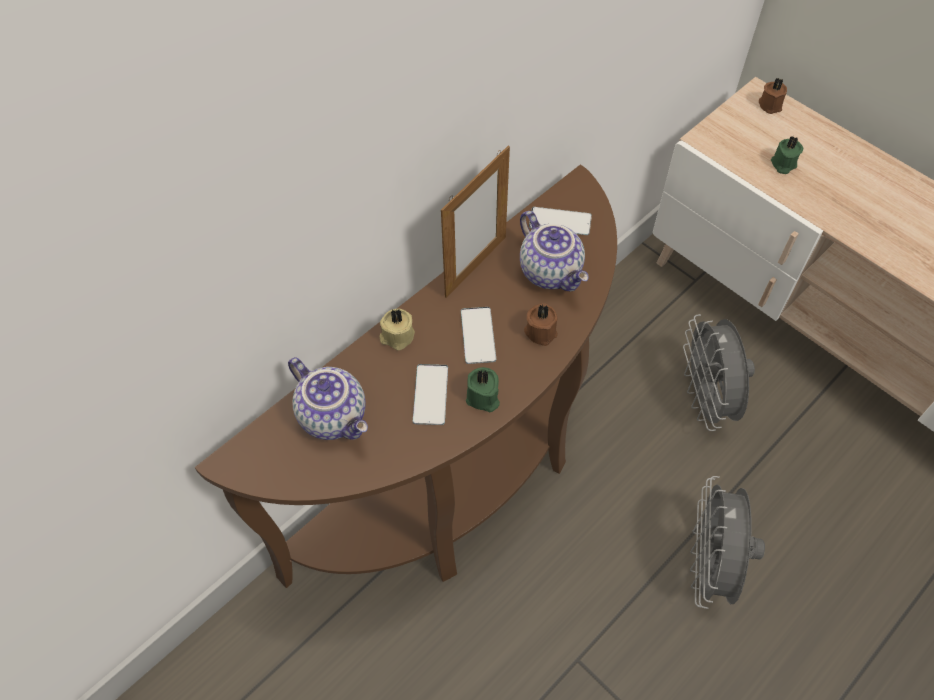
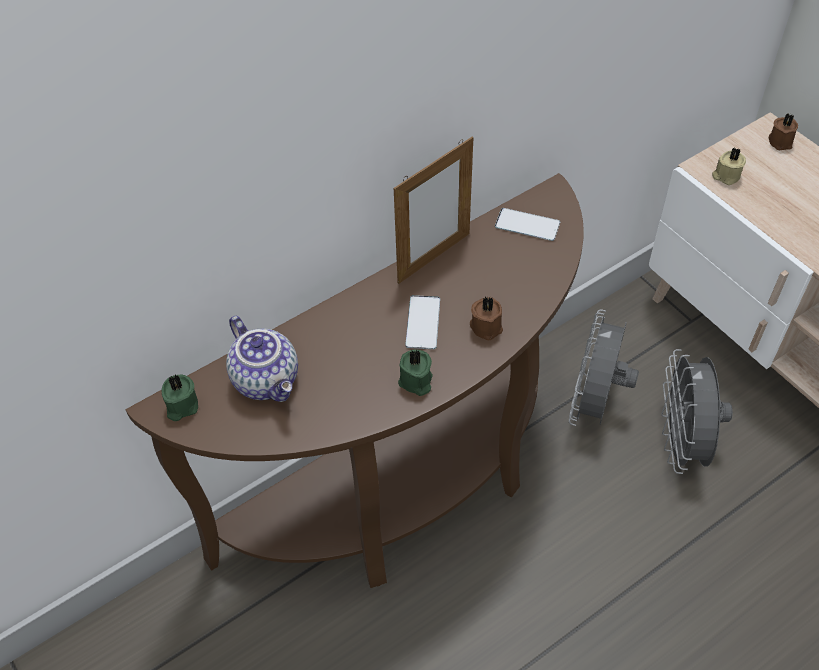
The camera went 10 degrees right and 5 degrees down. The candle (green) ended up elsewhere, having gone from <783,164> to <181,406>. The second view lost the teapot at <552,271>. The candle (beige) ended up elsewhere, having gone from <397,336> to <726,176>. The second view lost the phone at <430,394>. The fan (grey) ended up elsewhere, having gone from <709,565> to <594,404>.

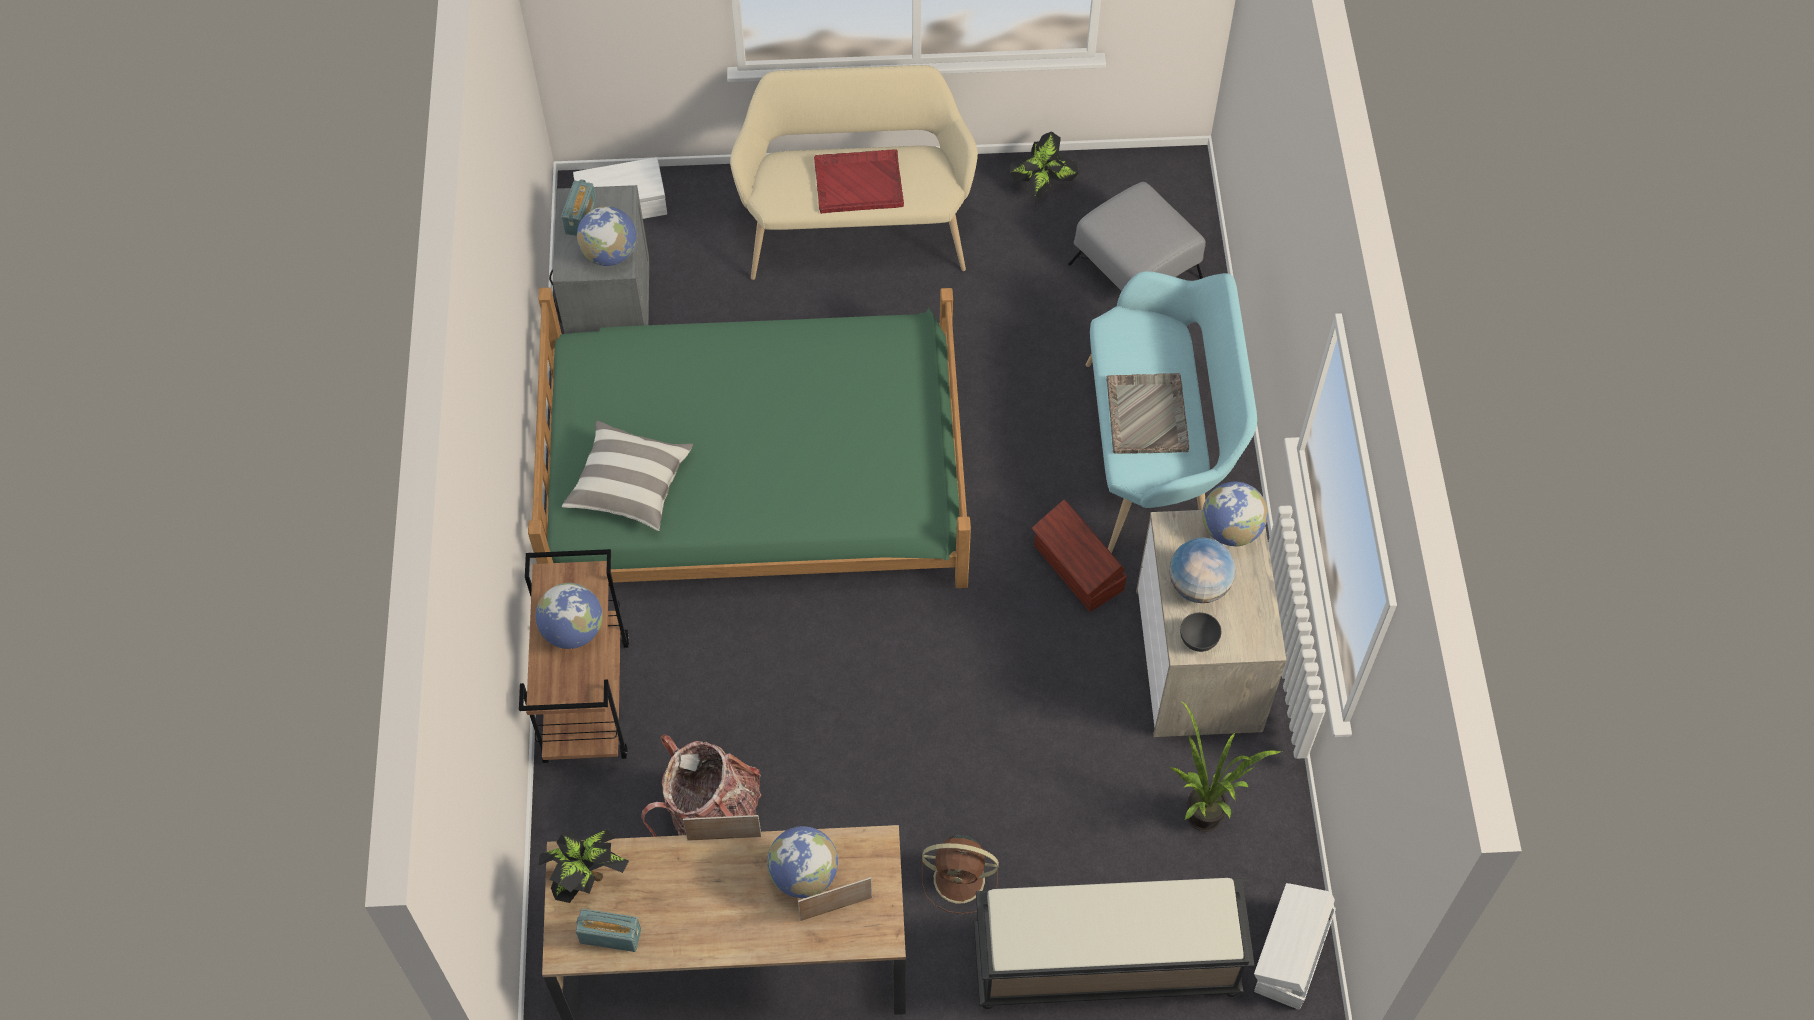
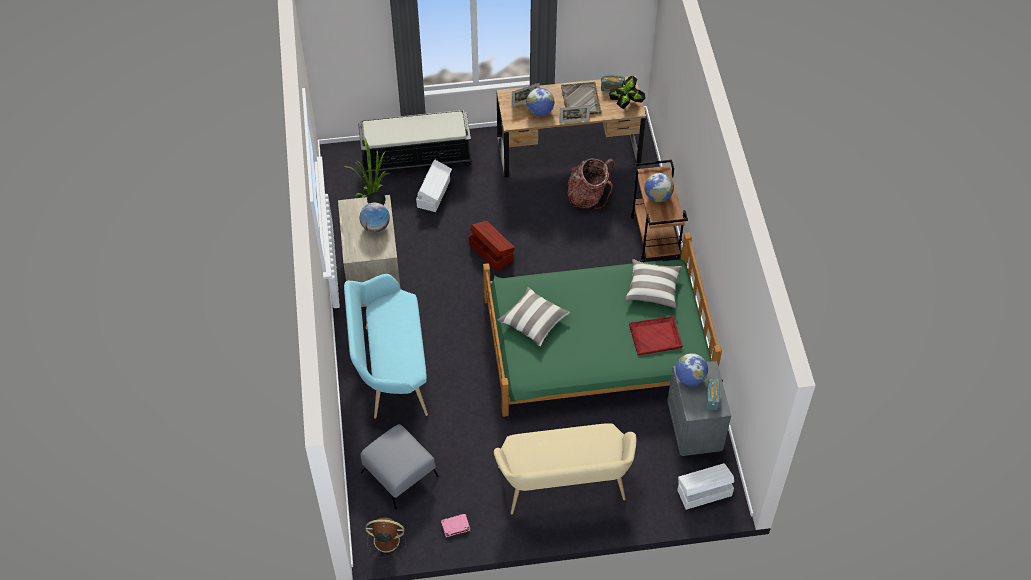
The camera went 175 degrees right and 5 degrees down. Where the potted plant stood at <1042,187>, the book (pink) came to stand at <455,526>. The tray (red) ended up elsewhere, having gone from <857,183> to <656,336>. The tray (grey) ended up elsewhere, having gone from <1147,414> to <581,100>. The second view lost the globe at <1230,530>. The storage box (brown) ended up elsewhere, having gone from <1078,569> to <491,252>. The fan (brown) ended up elsewhere, having gone from <961,879> to <385,540>. The storage box (white) ended up elsewhere, having gone from <1290,955> to <434,194>. The second view gained the pillow at <533,321>.

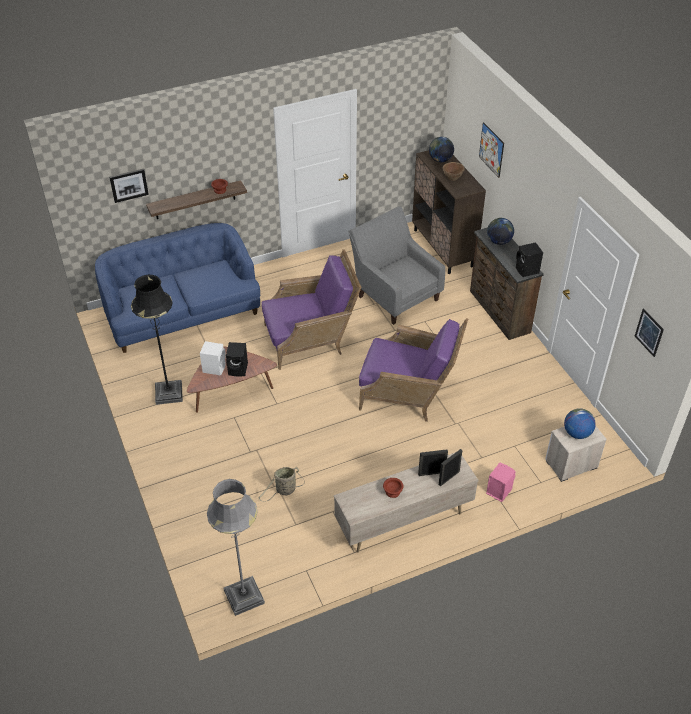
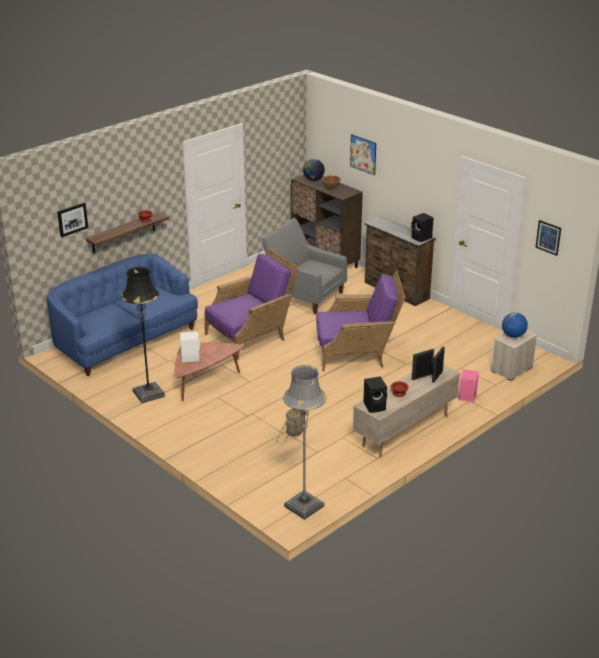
The camera went 20 degrees left and 15 degrees down. The second view lost the globe at <499,241>. The speaker (black) ended up elsewhere, having gone from <238,369> to <375,406>.

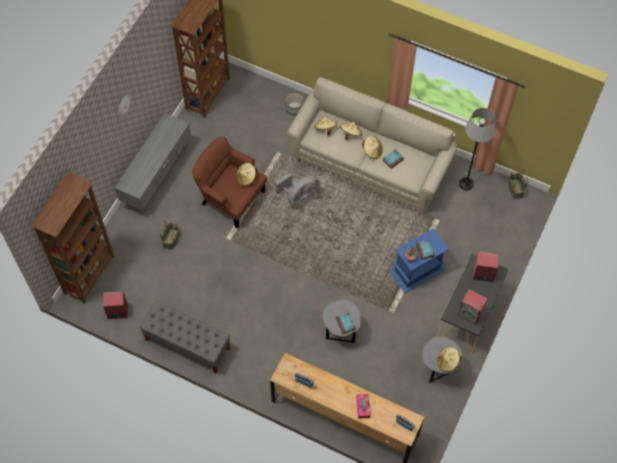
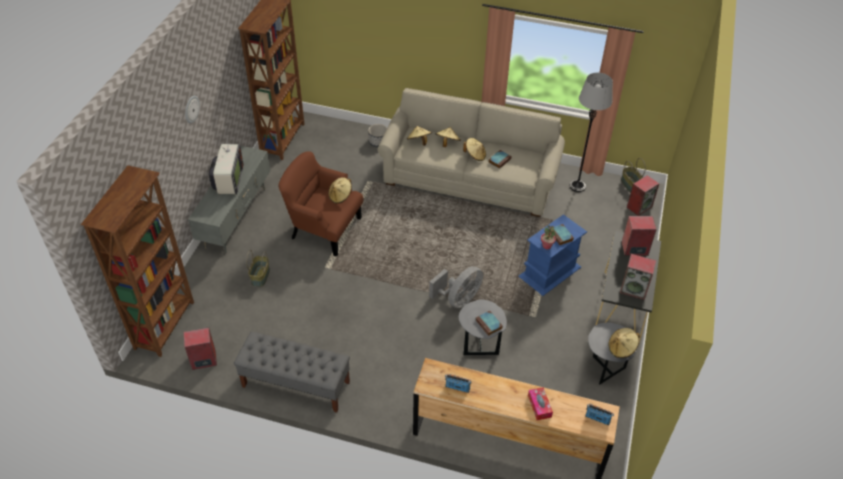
The camera went 10 degrees left and 15 degrees down. The fan (grey) ended up elsewhere, having gone from <299,197> to <458,299>. The second view gained the television at <228,181>. The second view gained the speaker at <639,207>.

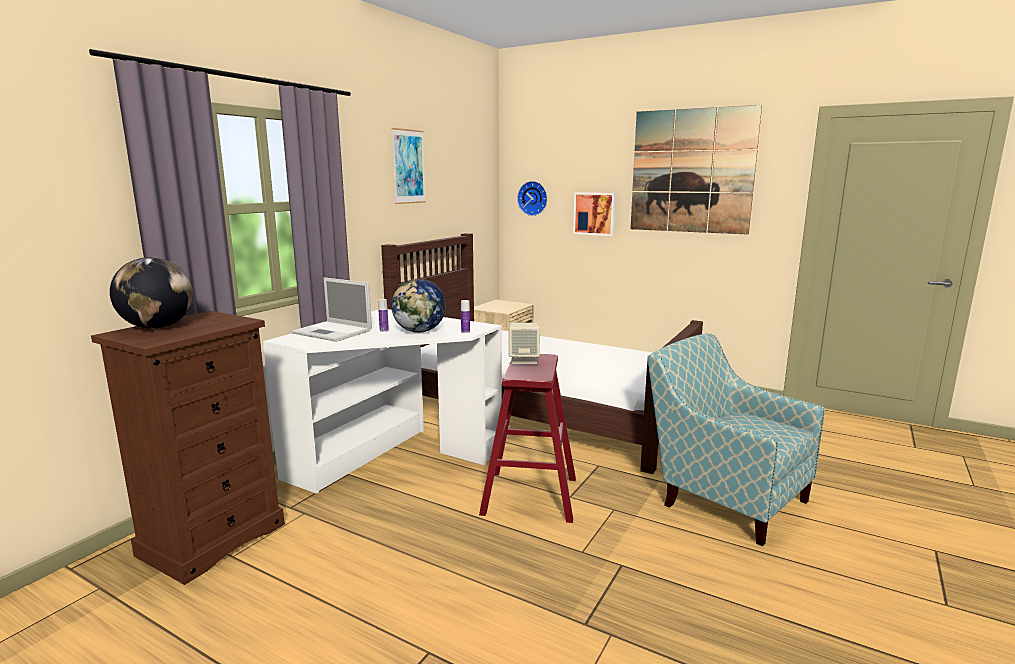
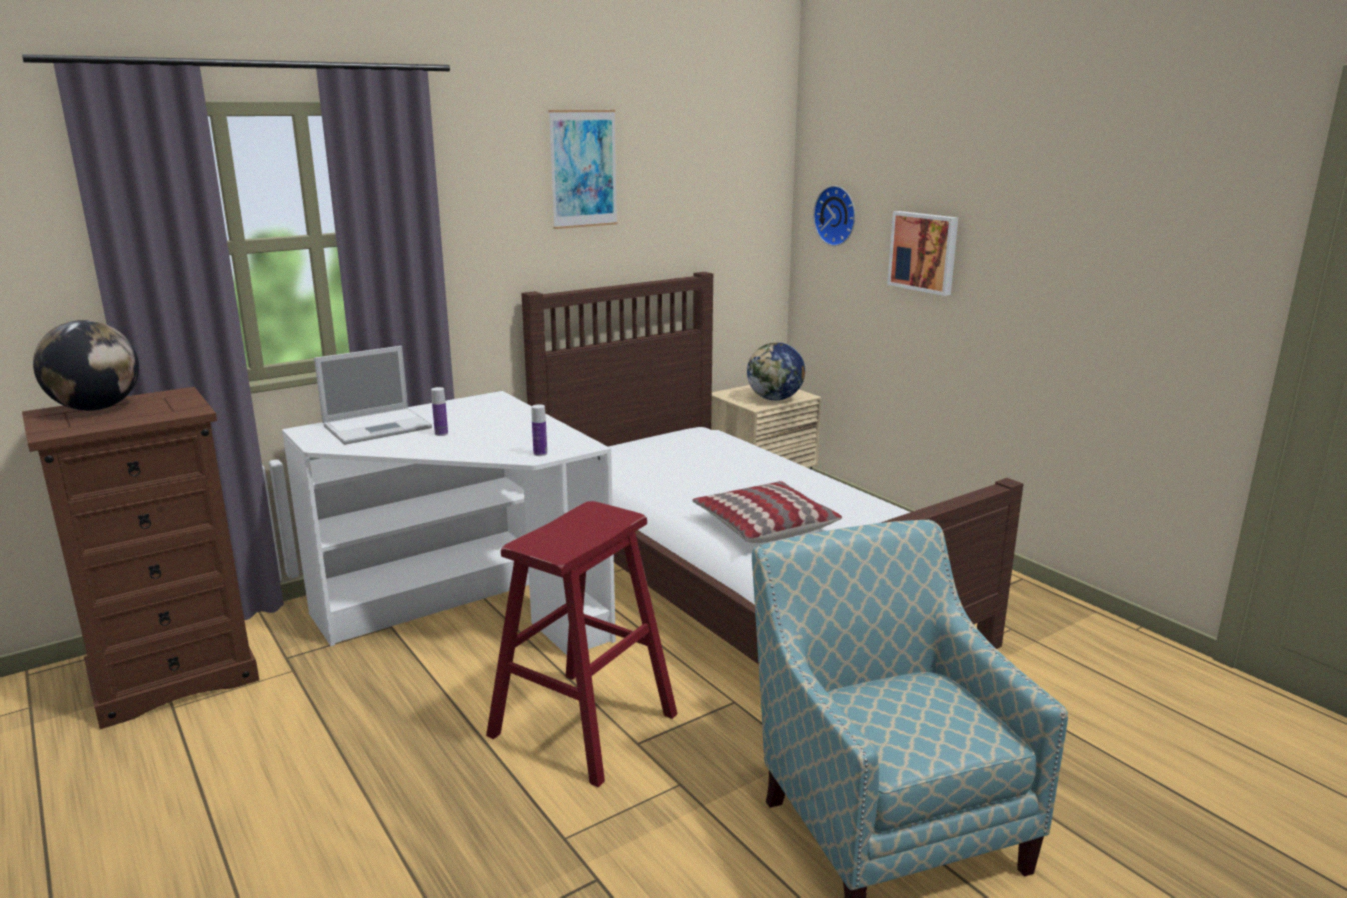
The camera went 25 degrees right and 5 degrees up. The second view lost the picture at <691,171>. The laptop at <333,332> ended up facing another way, 90 degrees counterclockwise from before. The globe ended up elsewhere, having gone from <420,331> to <775,399>. The second view lost the speaker (beige) at <524,360>. The second view gained the pillow at <764,526>.

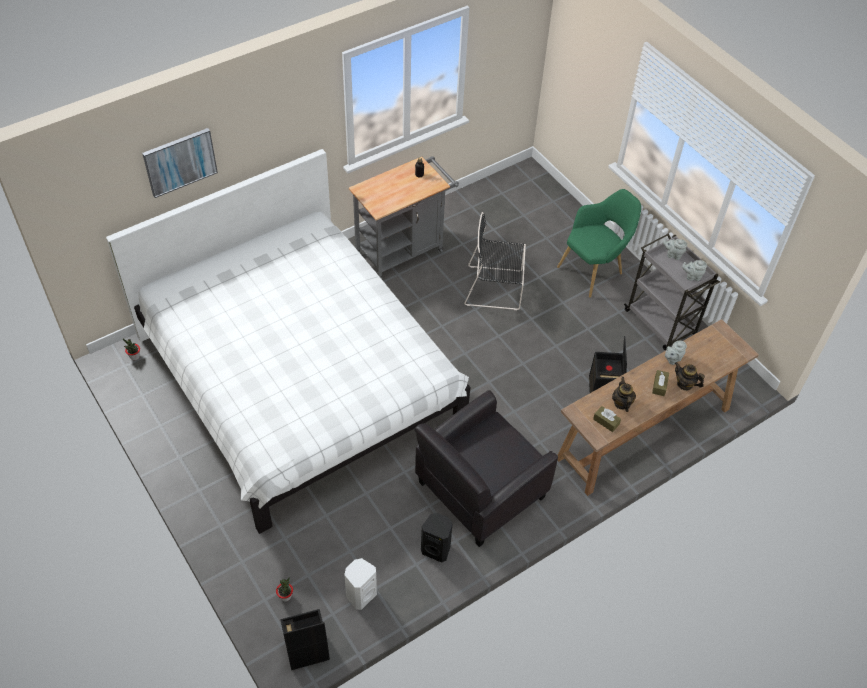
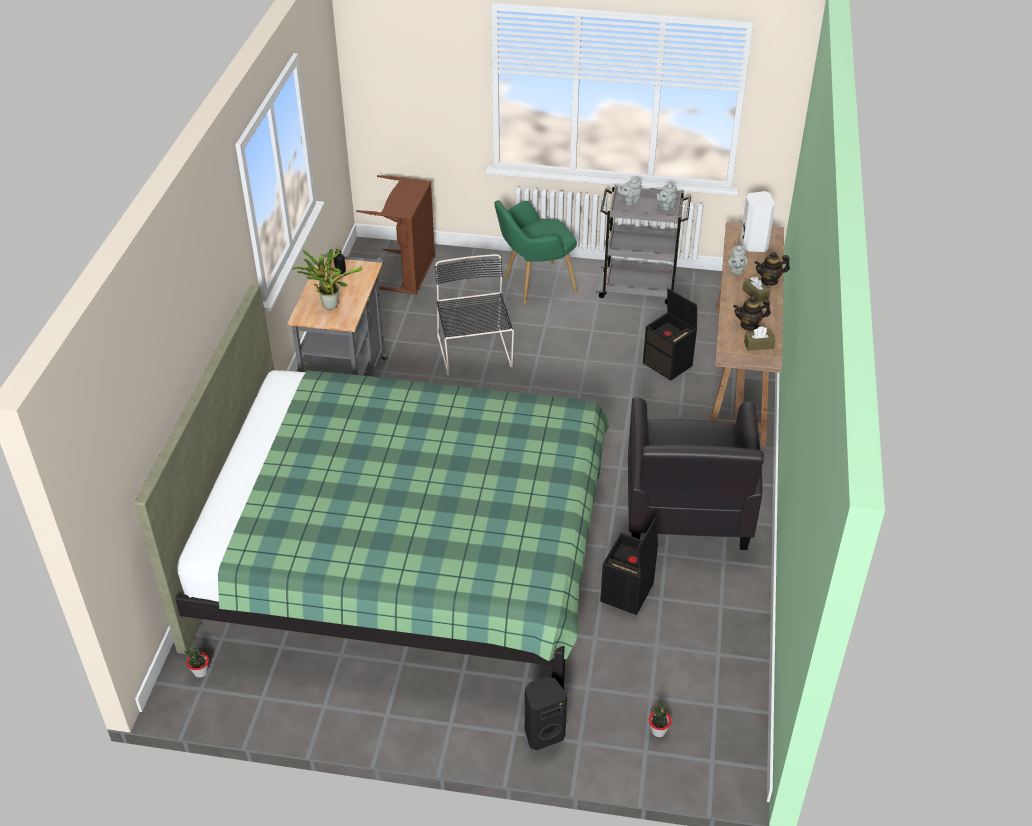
The camera went 45 degrees left and 10 degrees down. The second view lost the picture at <180,161>. What was the bed (white) at <298,380> turned into the bed (green) at <405,555>. The armchair (green) at <594,270> ended up facing another way, 120 degrees counterclockwise from before. The chair (black) at <496,288> ended up facing another way, 120 degrees clockwise from before. The teapot at <621,403> ended up facing another way, 45 degrees counterclockwise from before. The speaker (black) ended up elsewhere, having gone from <436,549> to <543,733>. The speaker (white) ended up elsewhere, having gone from <360,594> to <753,245>. The storage box (black) ended up elsewhere, having gone from <306,650> to <627,593>. The second view gained the laundry basket (brown) at <408,273>. The second view gained the potted plant at <328,305>.

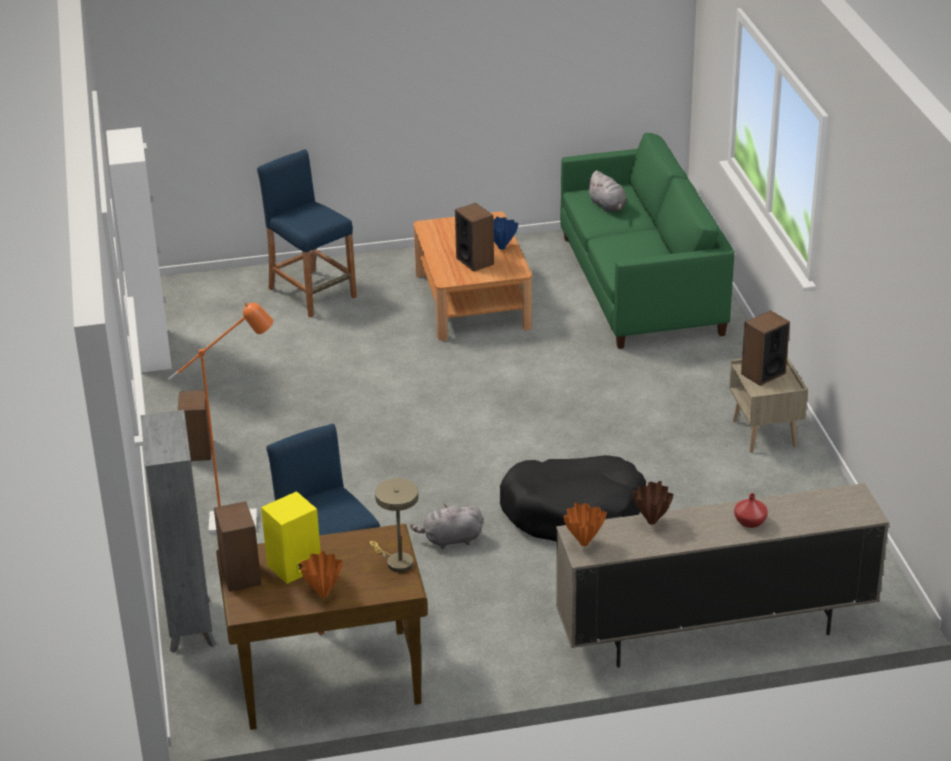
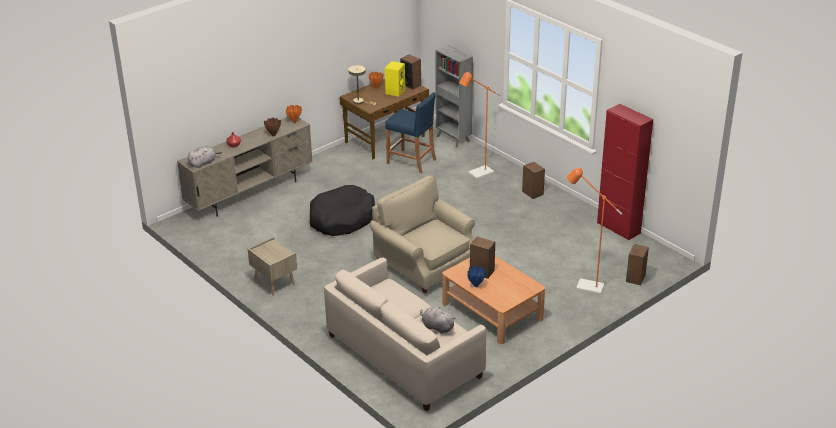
The camera went 150 degrees right and 0 degrees up. What was the cabinet (white) at <152,351> turned into the cabinet (red) at <618,228>. What was the sofa (green) at <641,285> turned into the sofa (beige) at <404,356>. Where the stool (blue) stood at <312,293>, the floor lamp (orange) came to stand at <585,286>. The speaker ended up elsewhere, having gone from <763,373> to <636,278>. The plush toy (grey) ended up elsewhere, having gone from <450,540> to <203,163>. The second view gained the armchair (beige) at <424,265>.

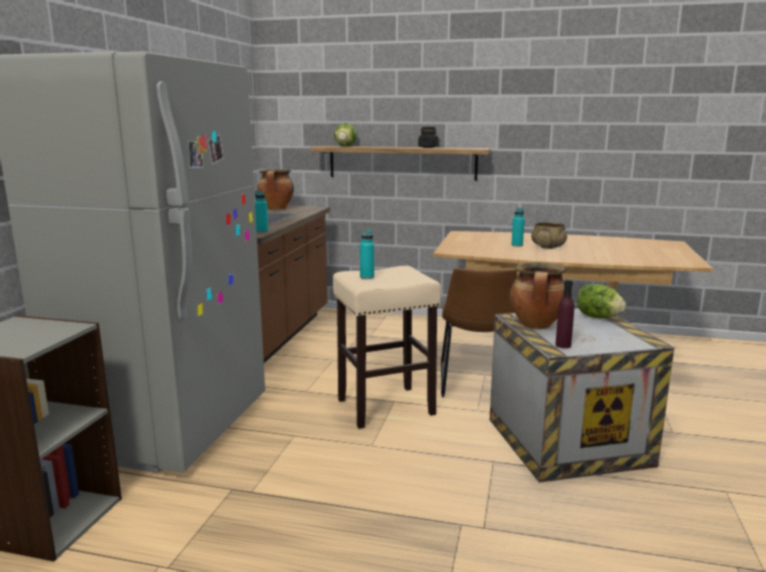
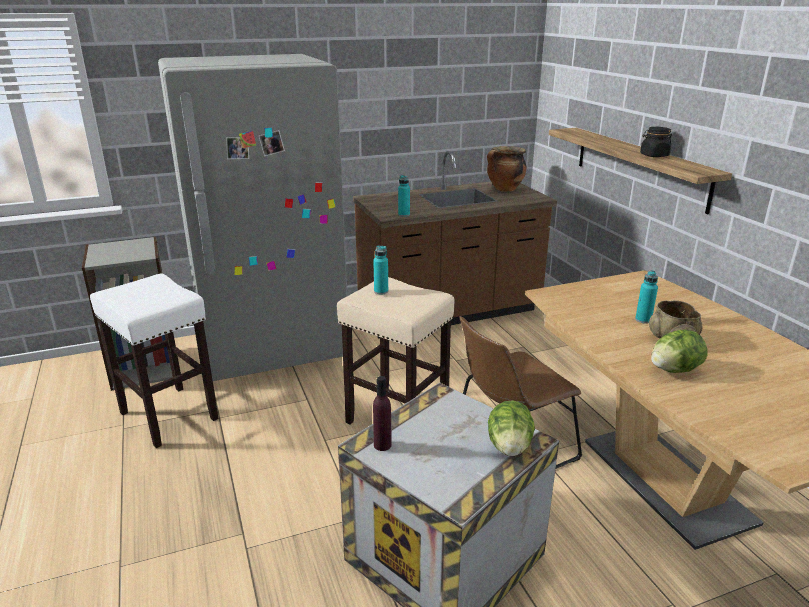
The camera went 55 degrees right and 10 degrees up. The lettuce ended up elsewhere, having gone from <345,146> to <674,370>. The second view lost the cooking pot at <537,325>. The second view gained the stool (white) at <170,416>.

